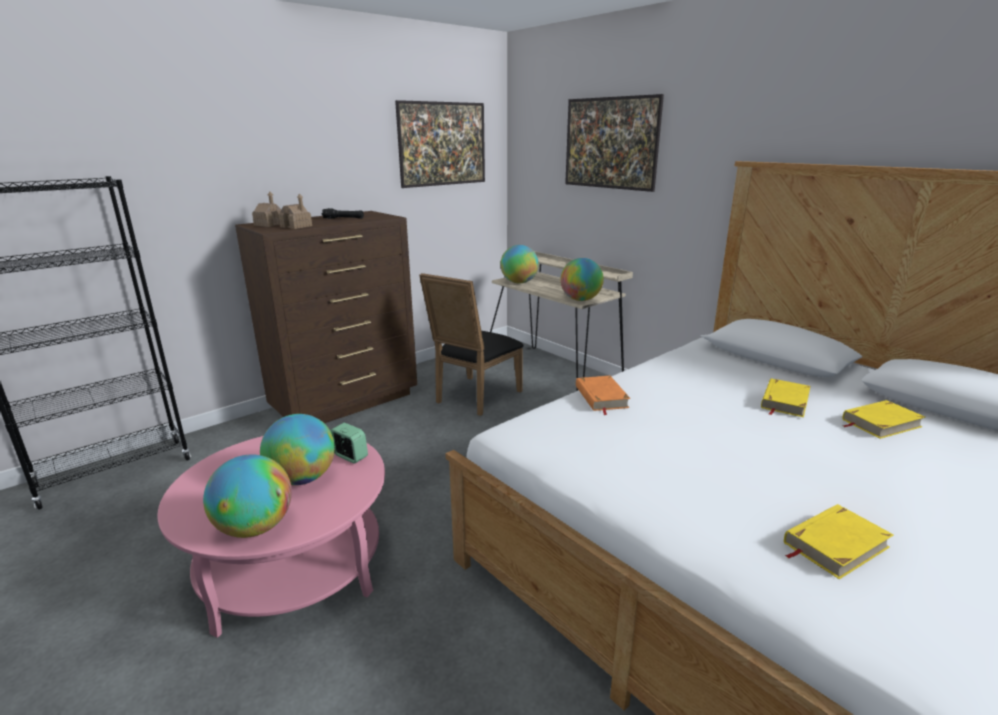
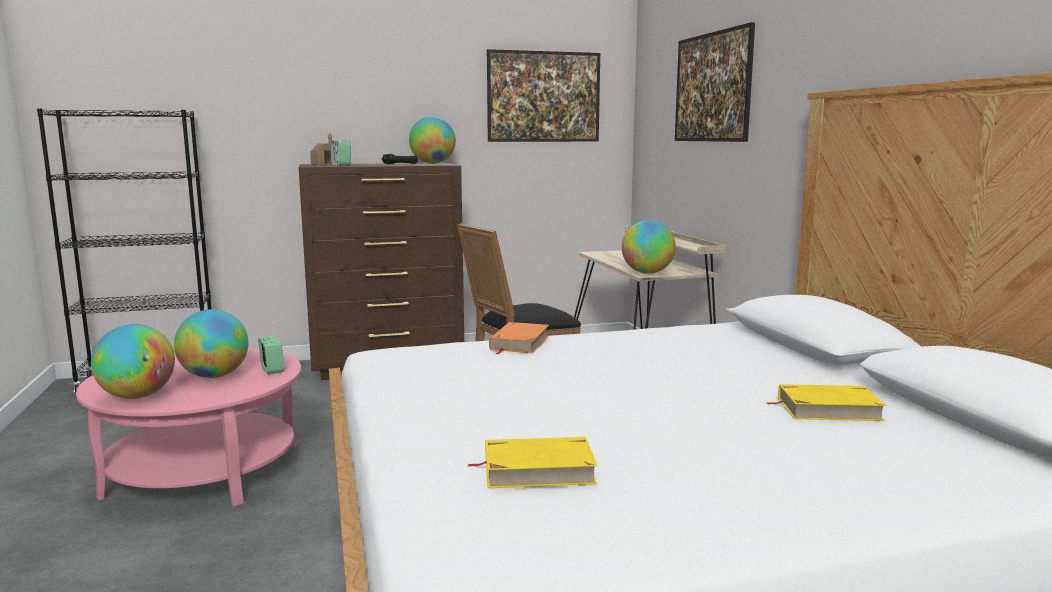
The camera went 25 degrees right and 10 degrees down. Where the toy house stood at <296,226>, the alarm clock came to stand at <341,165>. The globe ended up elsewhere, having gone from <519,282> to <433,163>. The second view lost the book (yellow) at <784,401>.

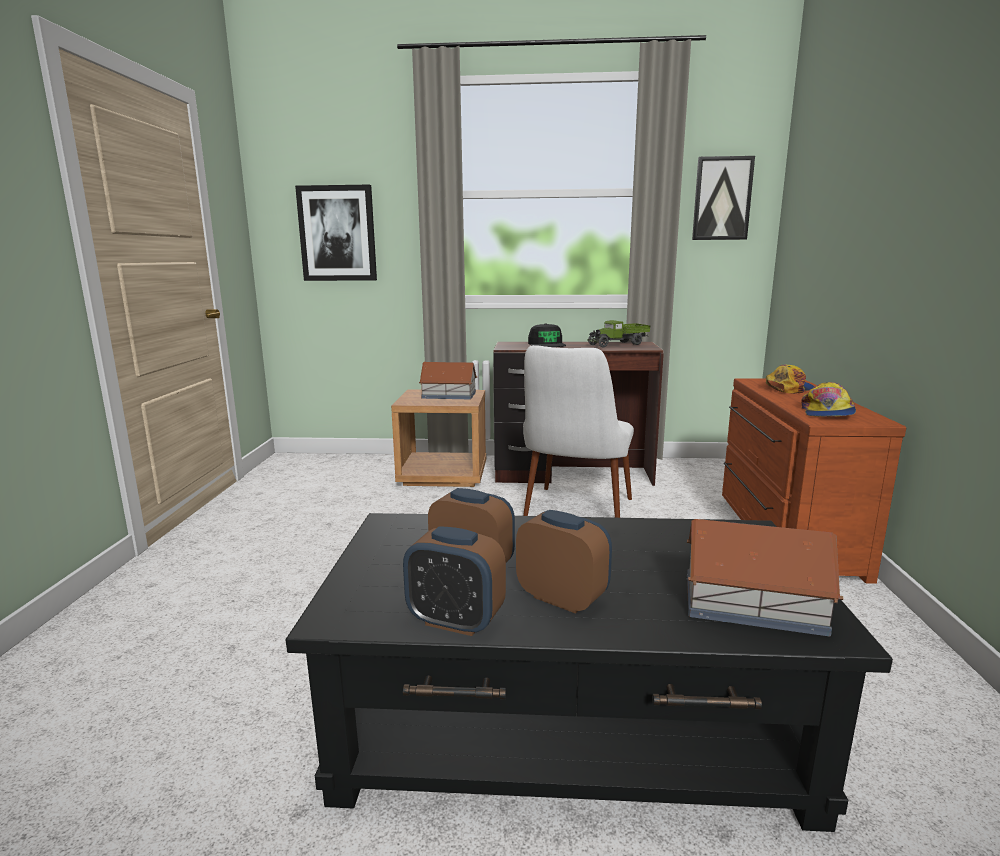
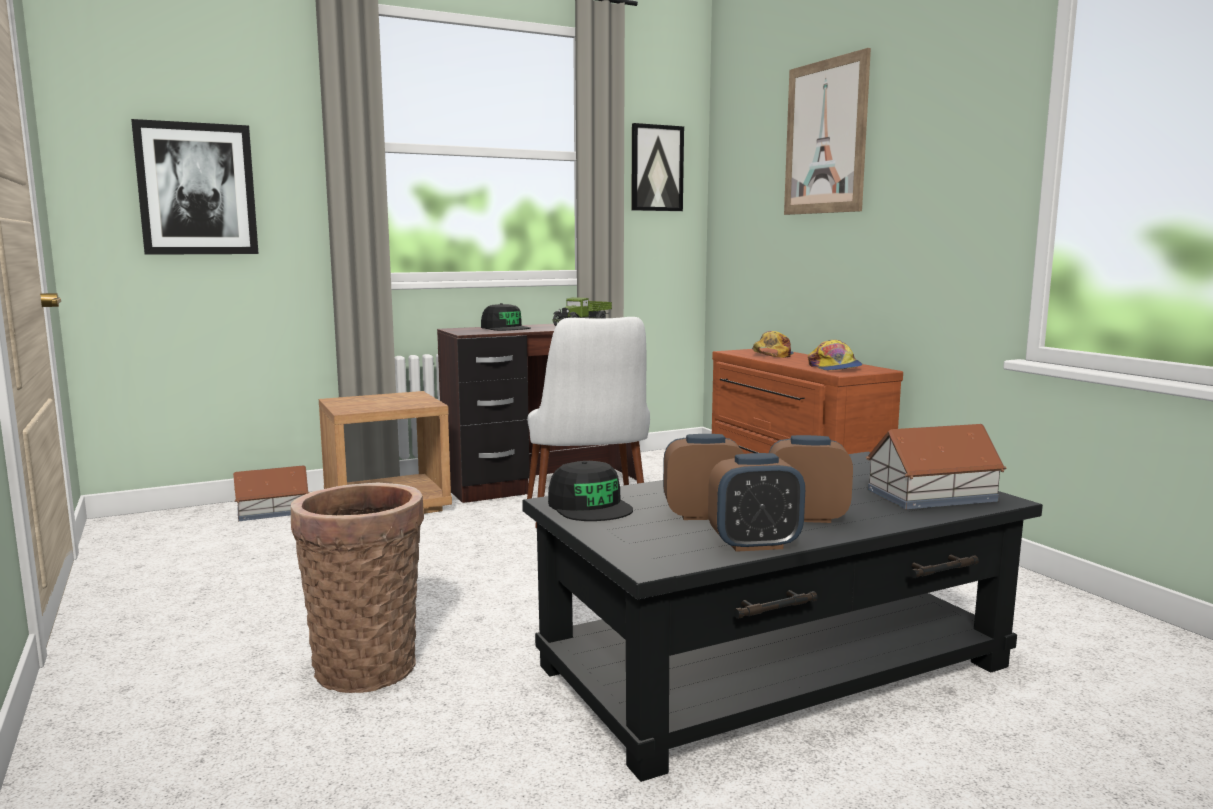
The camera went 30 degrees left and 5 degrees down. The toy house ended up elsewhere, having gone from <448,395> to <272,511>. The second view gained the picture at <825,137>. The second view gained the cap (black) at <590,506>. The second view gained the basket at <366,664>.

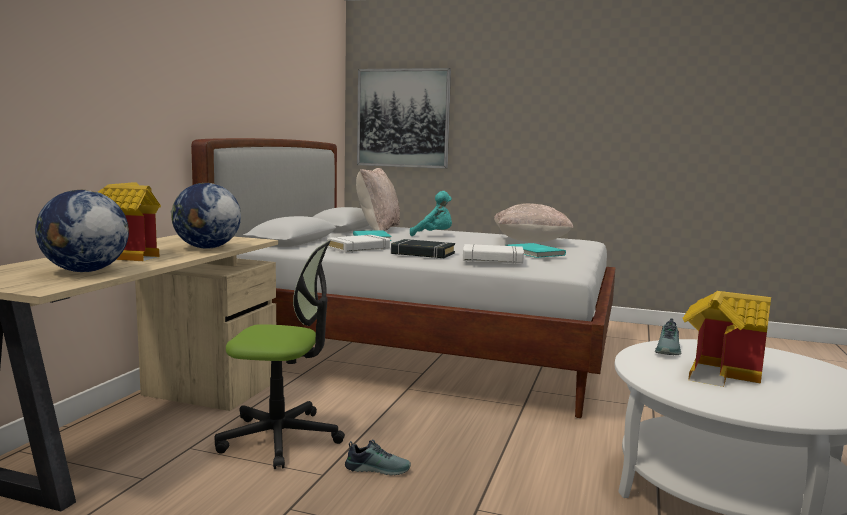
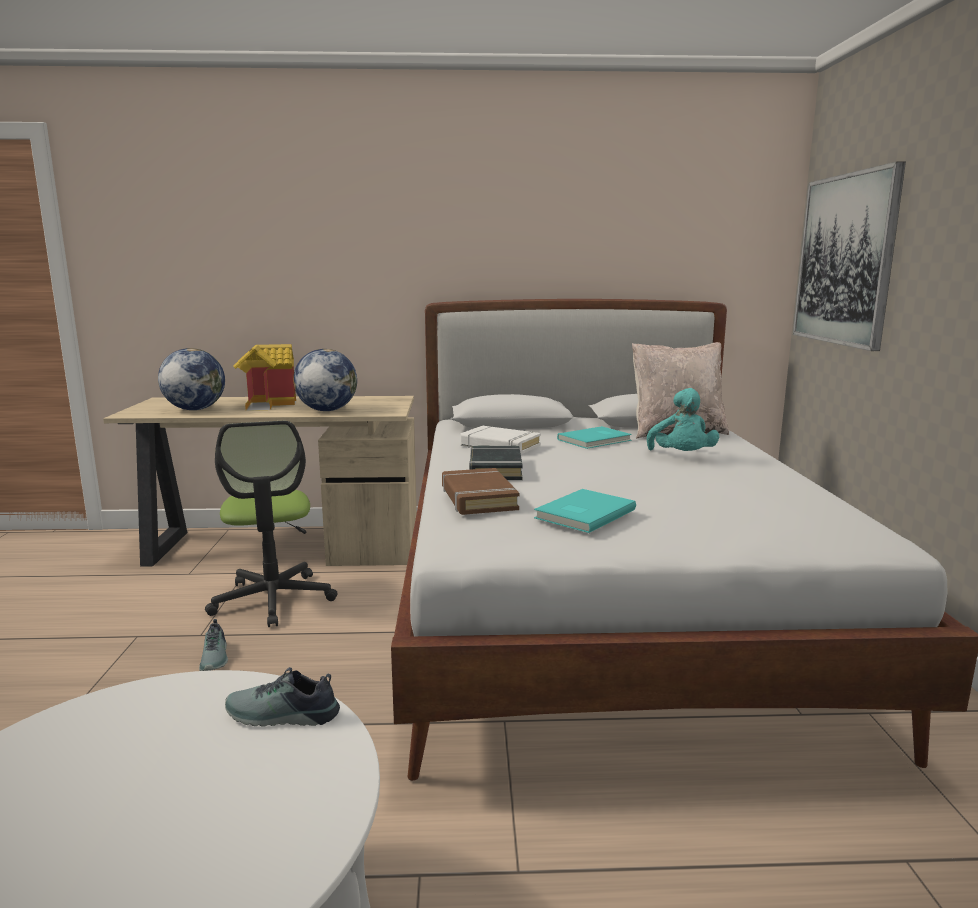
The camera went 70 degrees right and 5 degrees up. The second view lost the pillow (beige) at <530,242>. What was the book (white) at <492,259> turned into the book (brown) at <478,498>. The second view lost the toy house at <720,373>.

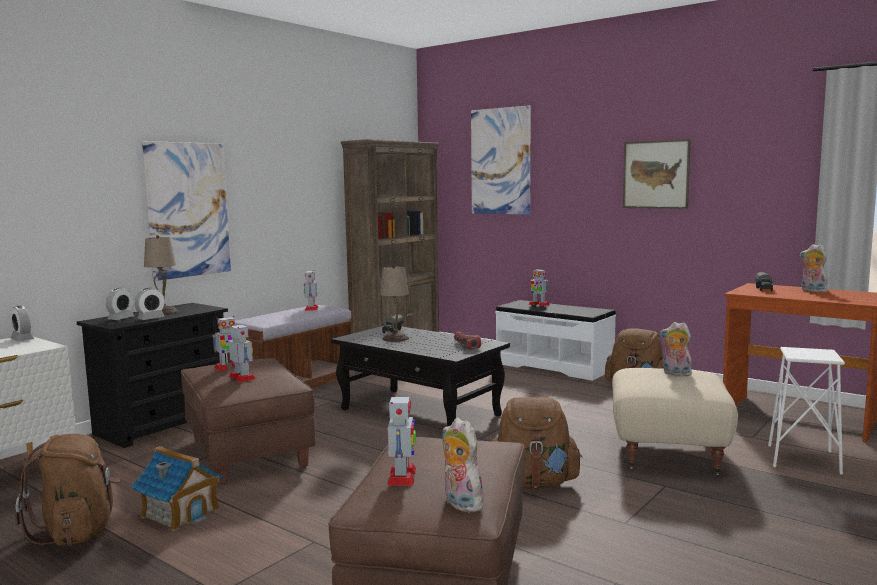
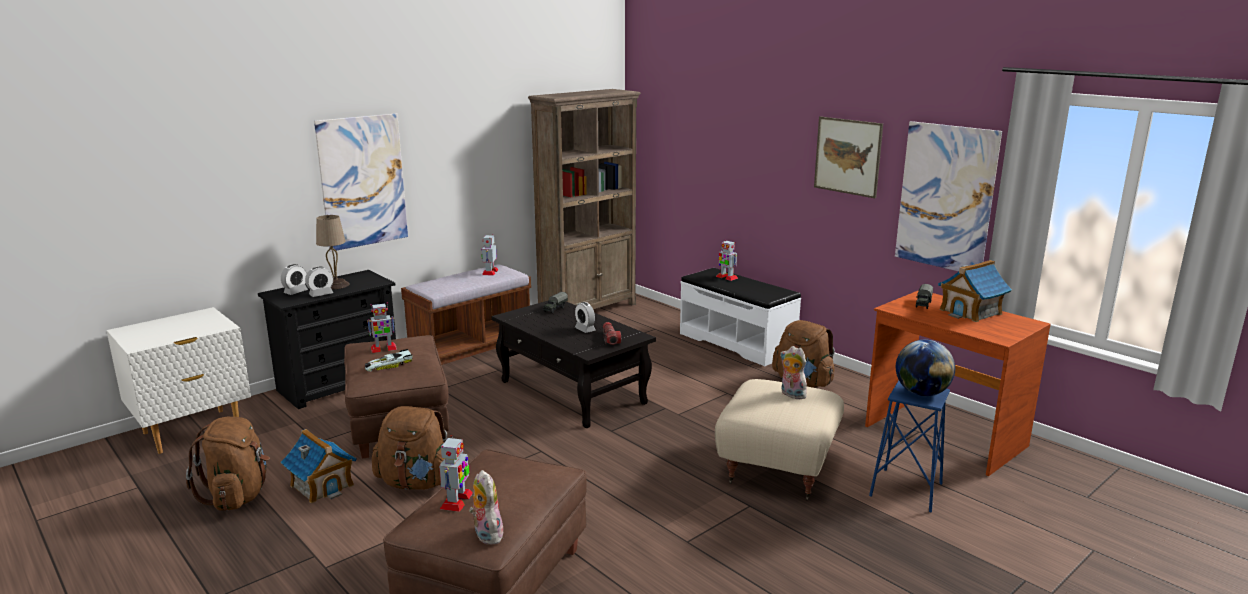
The camera went 10 degrees right and 10 degrees up. The picture ended up elsewhere, having gone from <500,161> to <945,197>. Where the plush toy stood at <812,291>, the toy house came to stand at <971,312>. The second view lost the table lamp (beige) at <395,338>. The alarm clock ended up elsewhere, having gone from <22,339> to <585,329>. Where the toy robot stood at <242,378>, the toy car came to stand at <388,364>. What was the stool (white) at <802,459> turned into the stool (blue) at <906,490>. The backpack (brown) ended up elsewhere, having gone from <533,483> to <416,483>. The second view gained the globe at <921,393>.

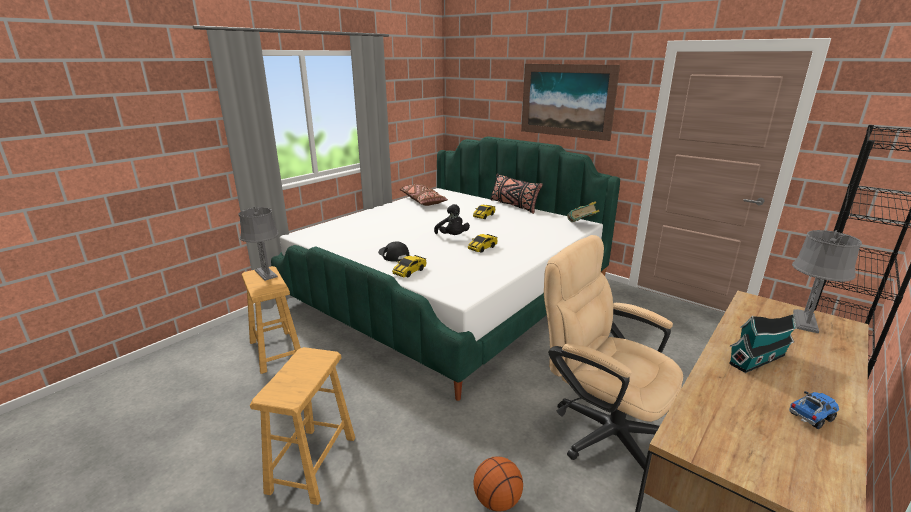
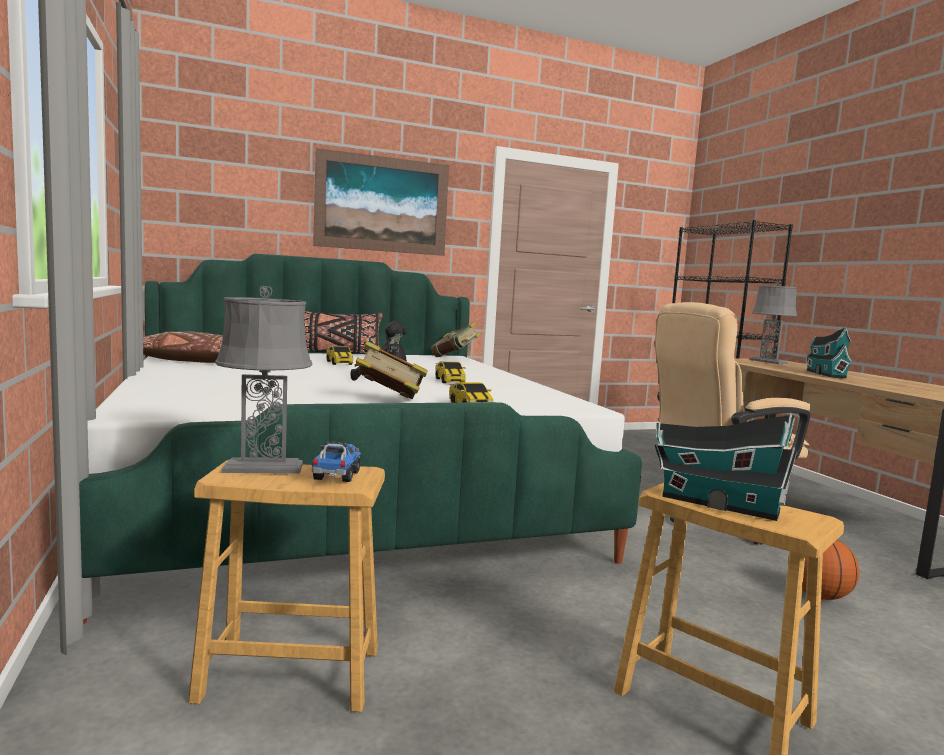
The camera went 60 degrees left and 15 degrees down. Where the cap (black) stood at <393,255>, the book came to stand at <388,401>. The toy truck ended up elsewhere, having gone from <811,417> to <336,476>. The second view gained the toy house at <715,503>.

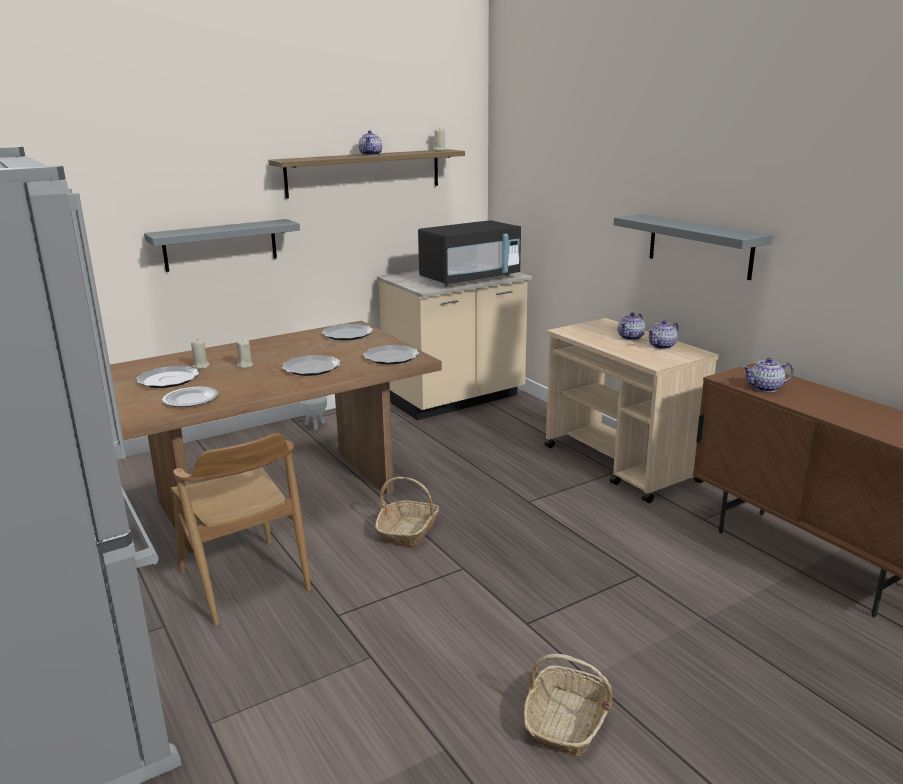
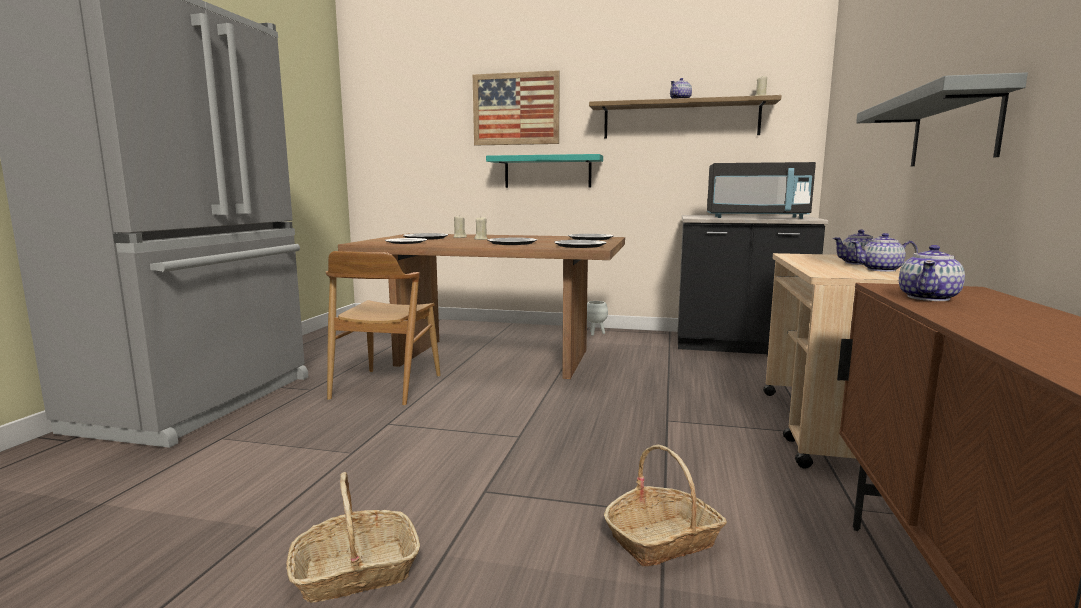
The camera went 45 degrees right and 10 degrees down. What was the shelf (grey) at <220,245> turned into the shelf (turquoise) at <547,172>. What was the counter (beige) at <455,399> turned into the counter (black) at <738,346>. The teapot at <766,388> ended up facing another way, 90 degrees counterclockwise from before. The basket ended up elsewhere, having gone from <408,531> to <663,540>. The second view gained the picture at <516,109>.

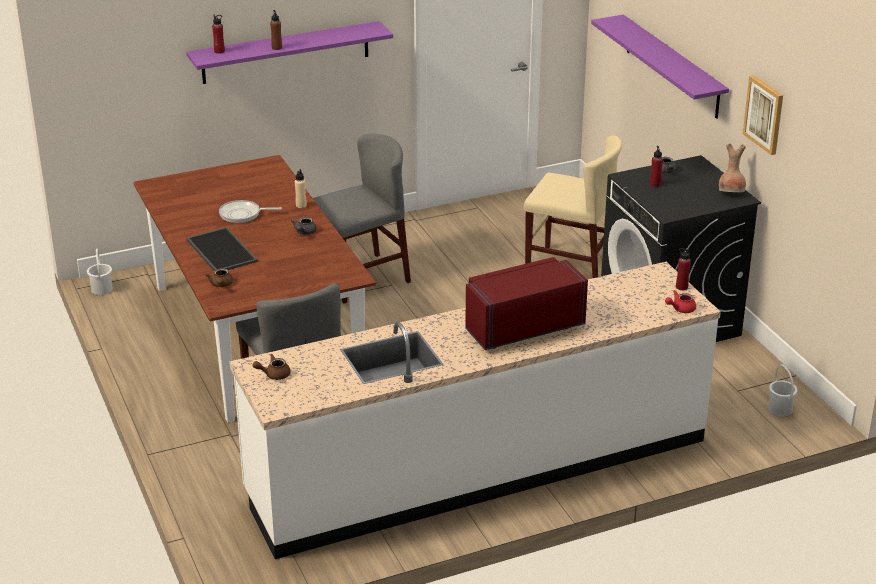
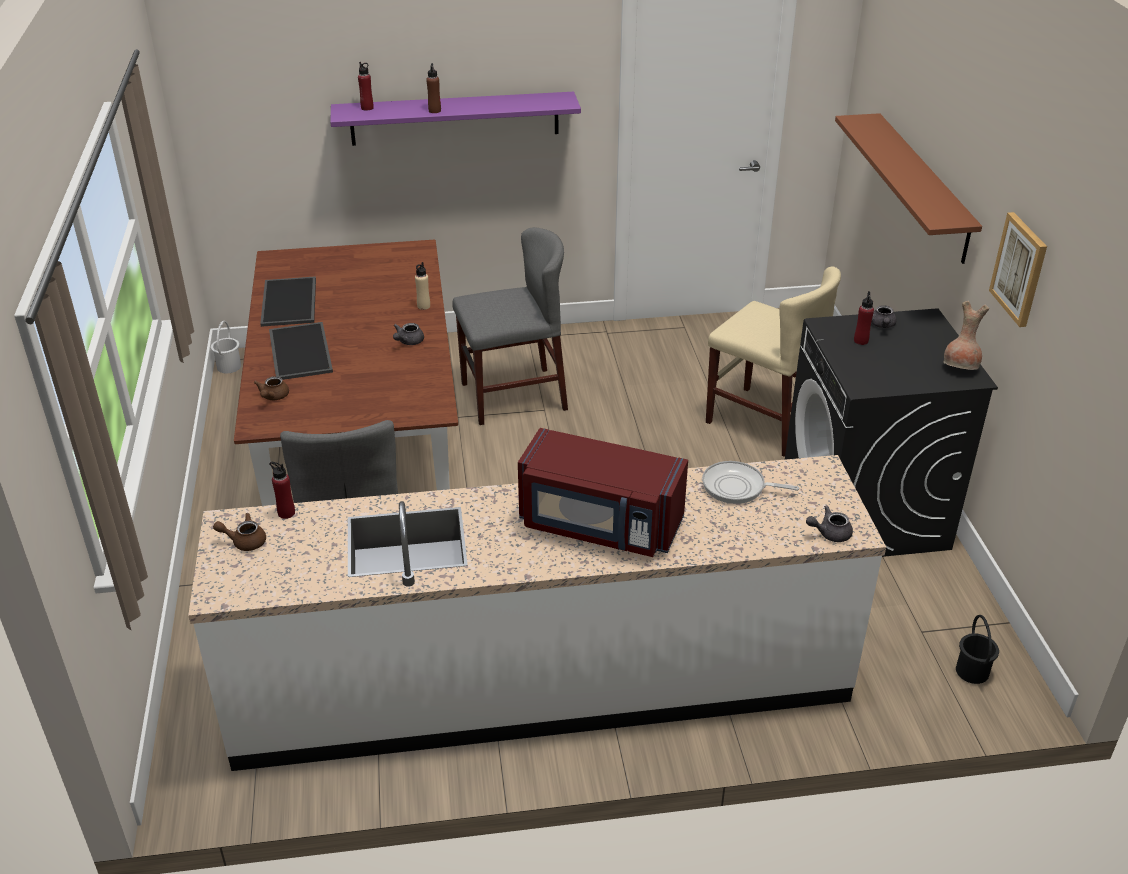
The camera went 15 degrees right and 5 degrees up. What was the shelf (purple) at <672,66> turned into the shelf (brown) at <922,187>. The frying pan ended up elsewhere, having gone from <242,214> to <737,487>. The bottle (red) ended up elsewhere, having gone from <681,287> to <286,513>. The microwave (red) at <522,327> ended up facing another way, 150 degrees counterclockwise from before. What was the teapot (red) at <680,309> turned into the teapot (grey) at <829,533>. What was the bucket (white) at <780,409> turned into the bucket (black) at <972,671>. The second view gained the tray at <290,302>.

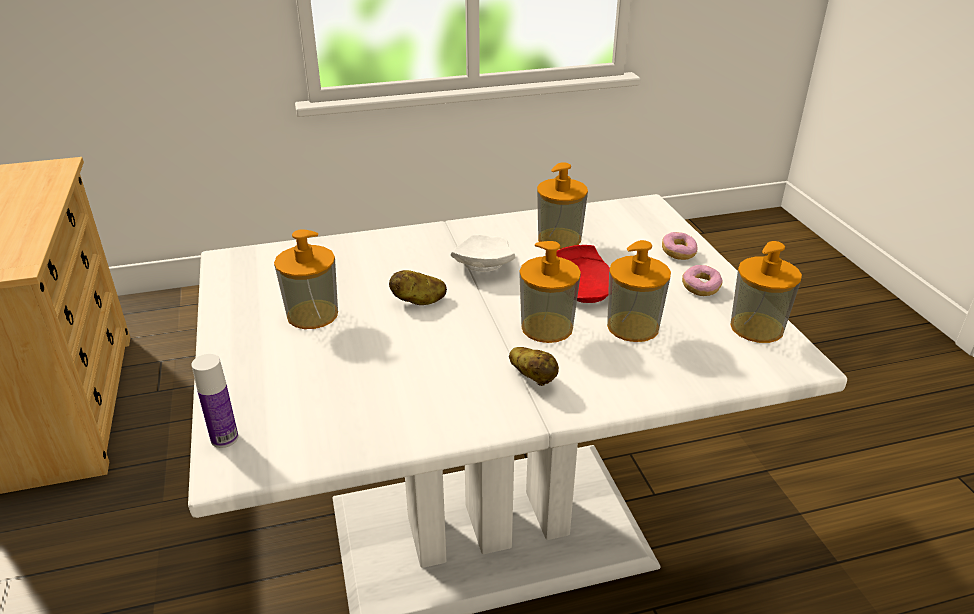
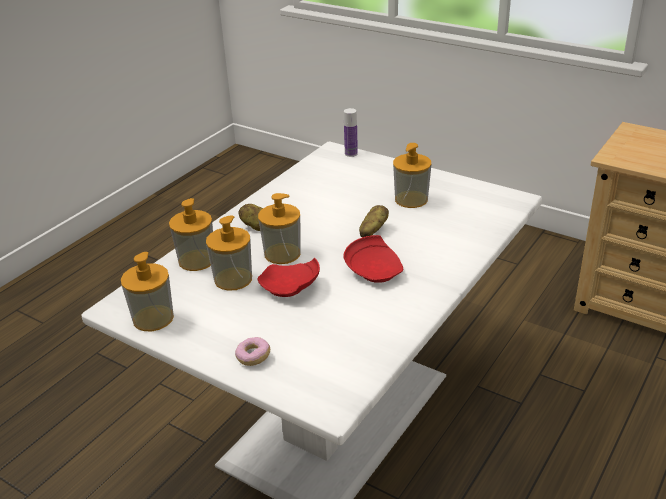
The camera went 140 degrees right and 0 degrees up. The soap dispenser ended up elsewhere, having gone from <559,239> to <196,260>. What was the plate (white) at <482,265> turned into the plate (red) at <375,270>. The second view lost the donut at <700,288>.

